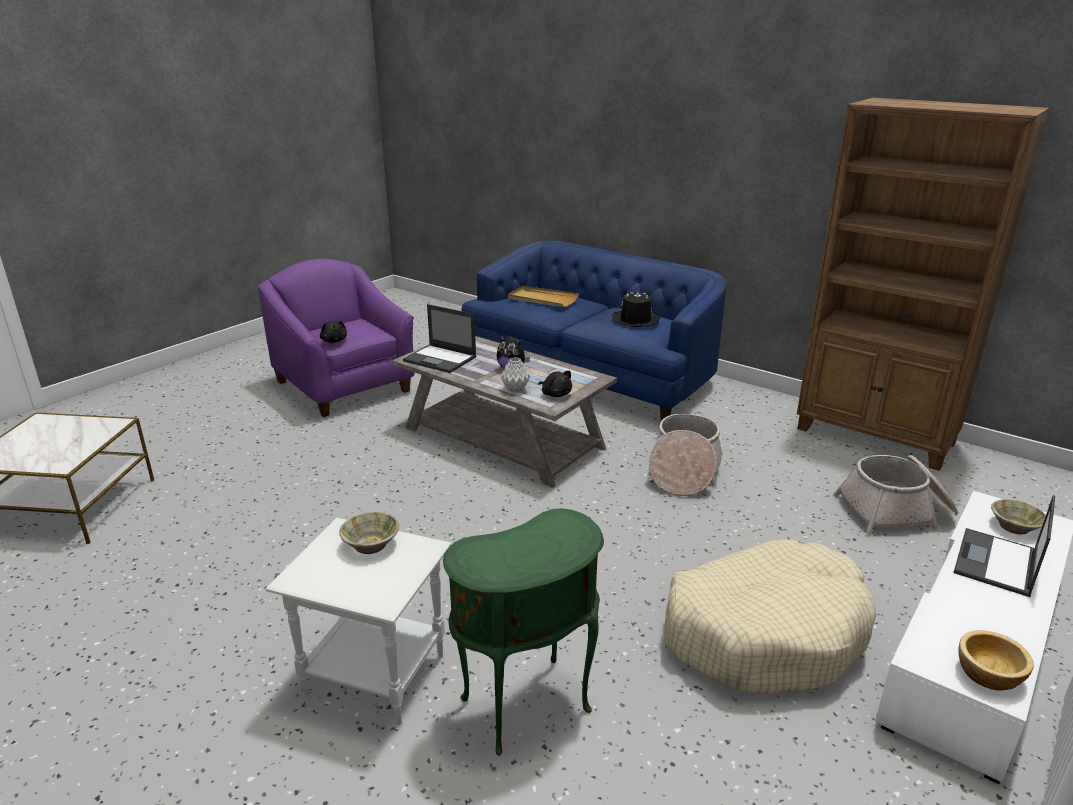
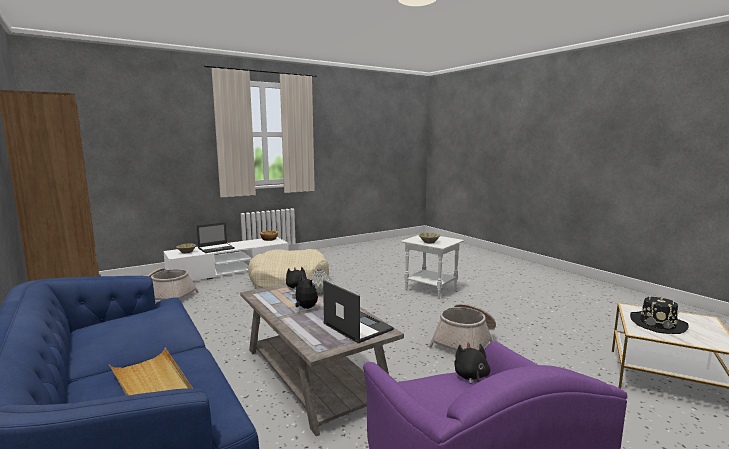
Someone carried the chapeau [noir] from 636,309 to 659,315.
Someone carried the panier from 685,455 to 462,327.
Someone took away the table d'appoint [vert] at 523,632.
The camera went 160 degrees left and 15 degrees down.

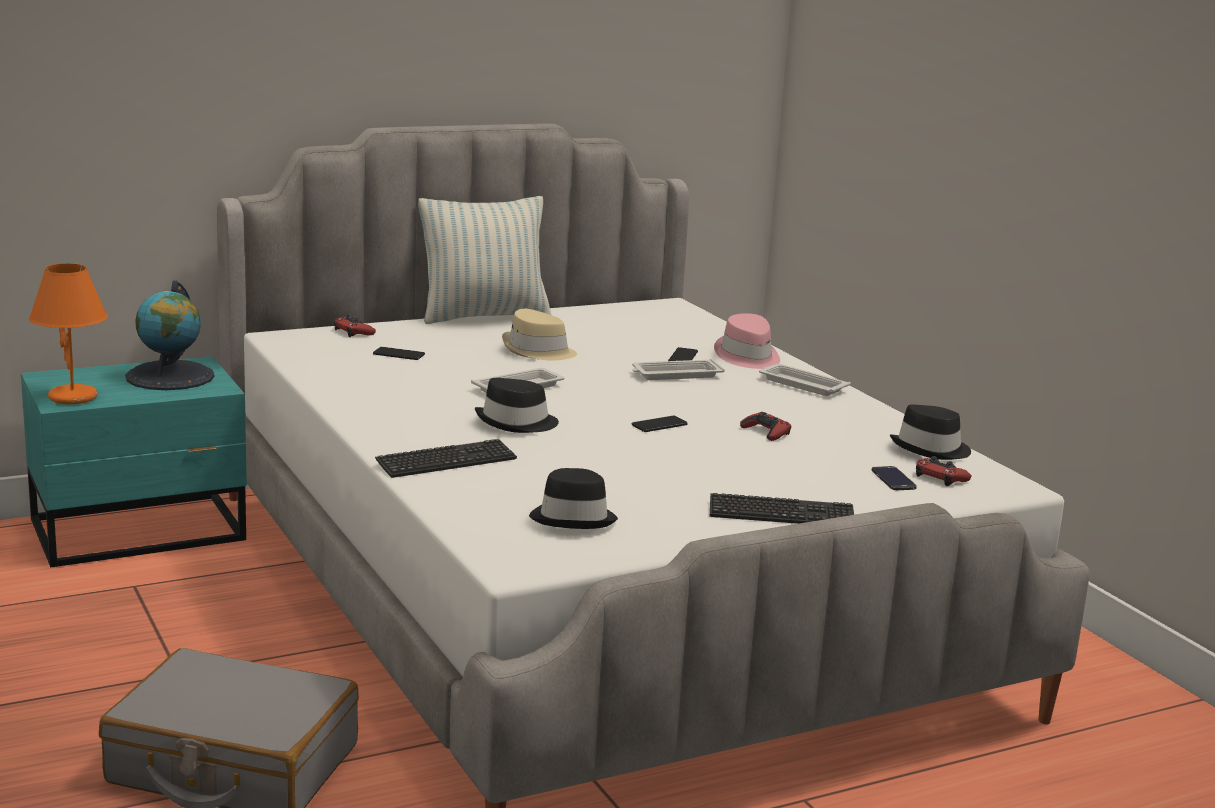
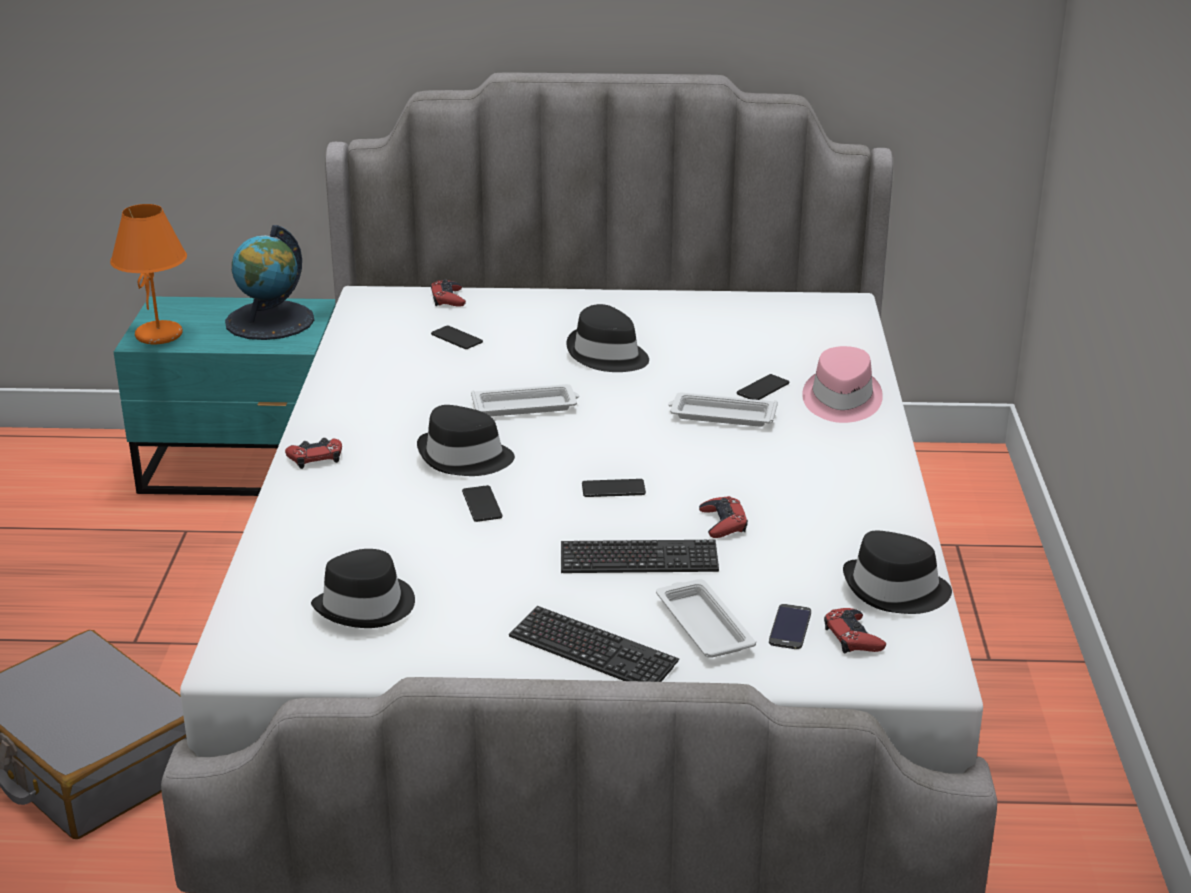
Someone took away the coussin at 484,260.
Someone repainted the chapeau [beige] at 539,334, which became the chapeau [noir] at 608,338.
Someone carried the plateau [blanc] from 804,380 to 706,618.
Someone carried the clavier from 446,458 to 640,556.
Someone put down the manette [rouge] at 313,453.
Someone put down the téléphone at 482,503.
The camera went 30 degrees right and 10 degrees up.

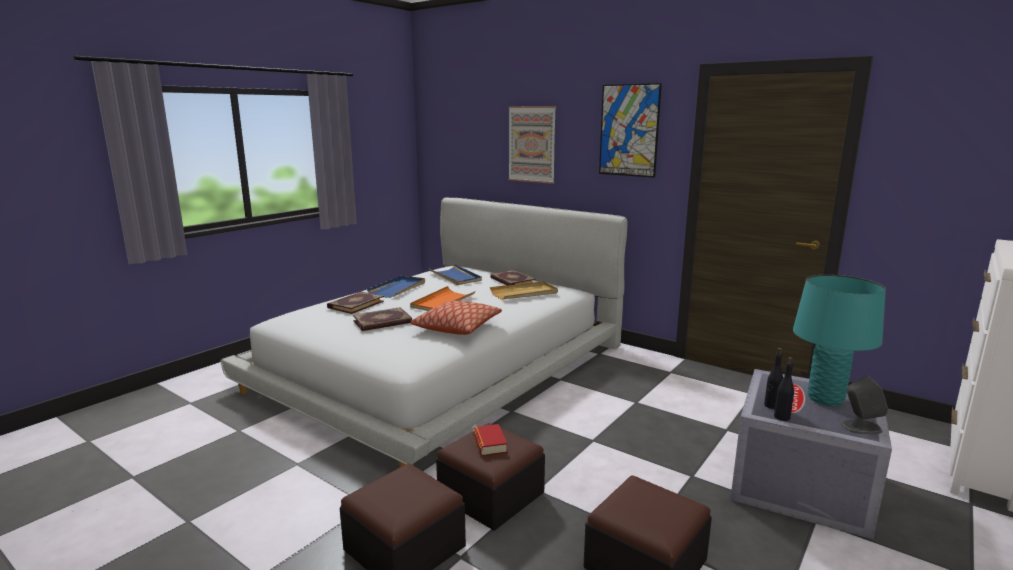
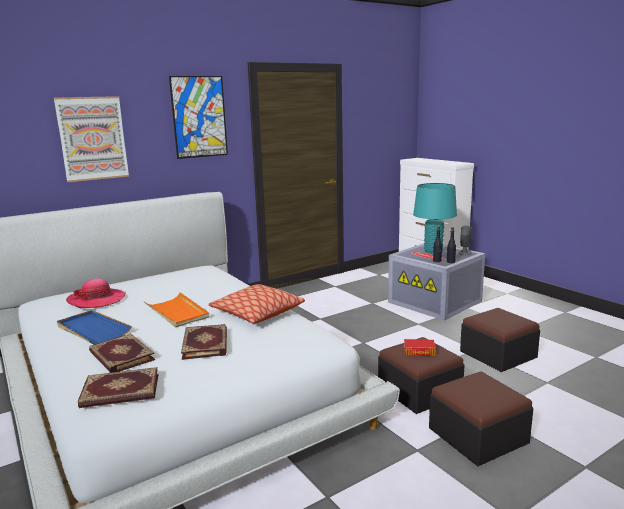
Someone swapped the plateau [bleu] at 455,274 for the chapeau at 96,293.
Someone carried the livre from 513,277 to 118,387.
Someone took away the plateau [beige] at 524,290.
The camera went 70 degrees left and 0 degrees up.

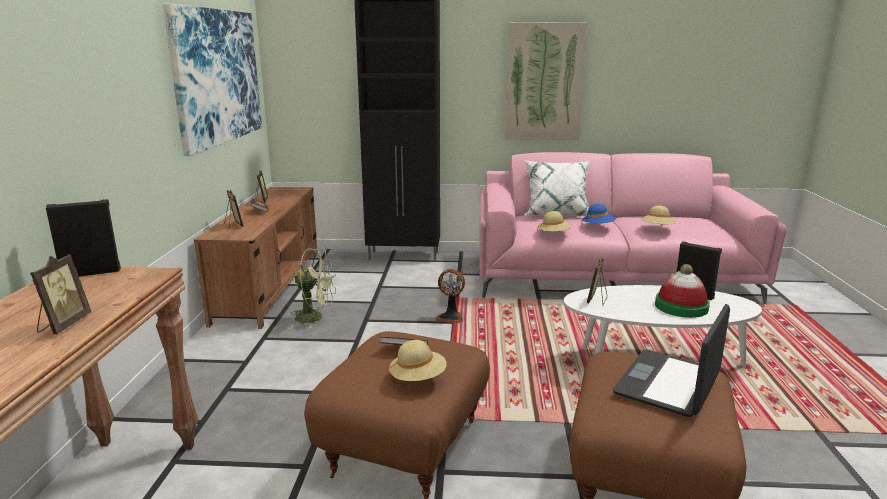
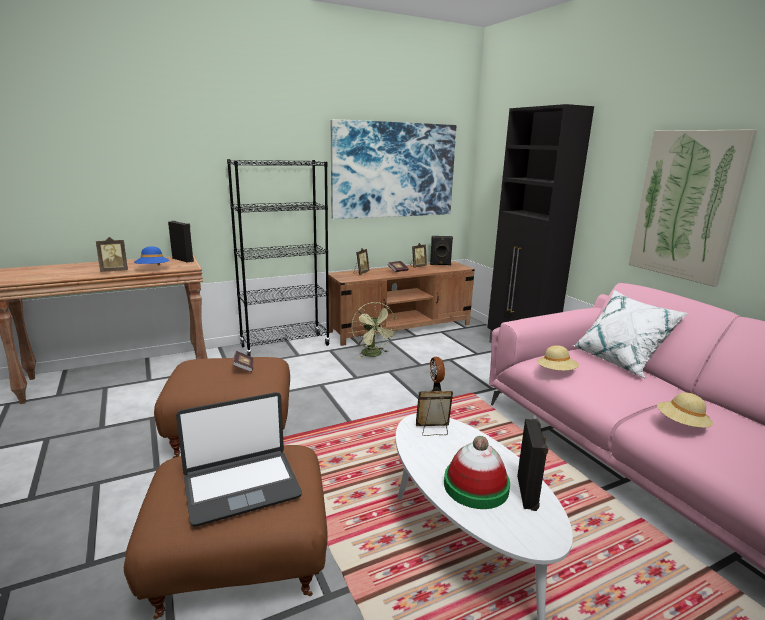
Someone carried the chapeau [bleu] from 598,214 to 152,256.
Someone rotated the ordinateur portable at 671,360 by 150 degrees clockwise.
Someone took away the chapeau [beige] at 418,360.
Someone put down the bibliothèque [noir] at 278,257.
Someone put down the enceinte [noir] at 441,250.
The camera went 60 degrees right and 0 degrees up.

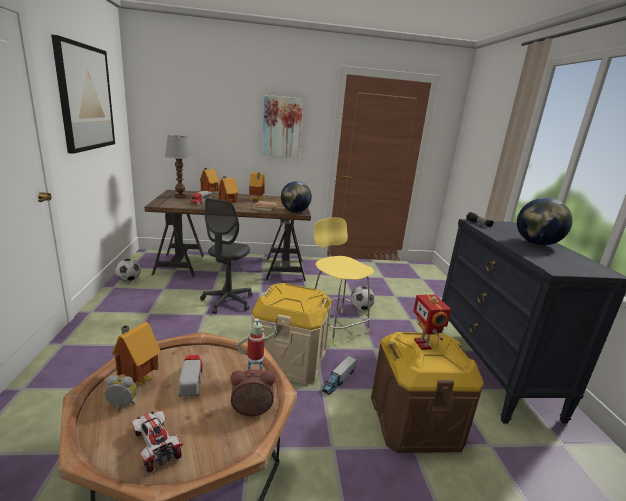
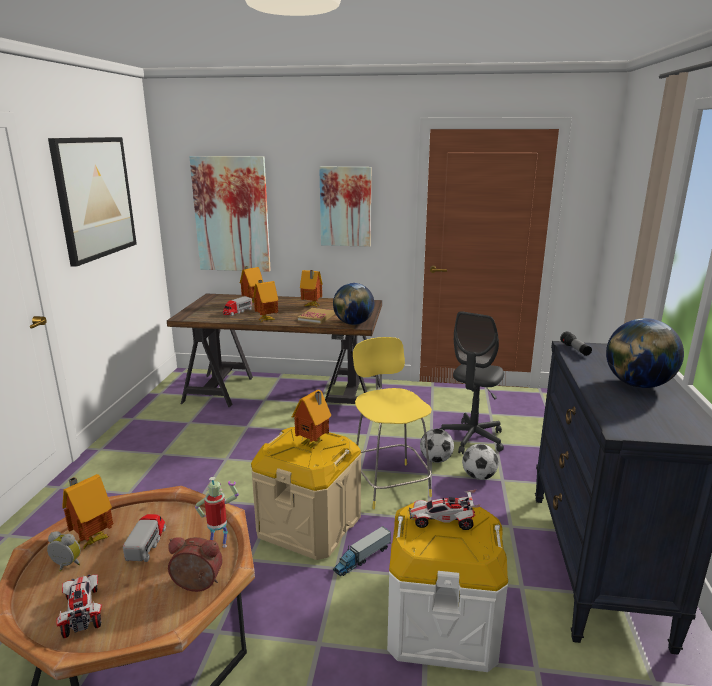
Someone took away the lampe de table at 179,167.
Someone carried the chaise de bureau [gris] from 226,256 to 471,382.
Someone carried the ballon de foot from 128,270 to 480,462.
Someone swapped the robot jouet at 432,322 for the petite voiture at 444,510.
Someone repainted the boîte de rangement [marron] at 427,392, which became the boîte de rangement [blanc] at 447,587.
Someone put up the tableau at 230,214.
Someone put down the maison miniature at 312,419.
The camera went 15 degrees right and 0 degrees up.

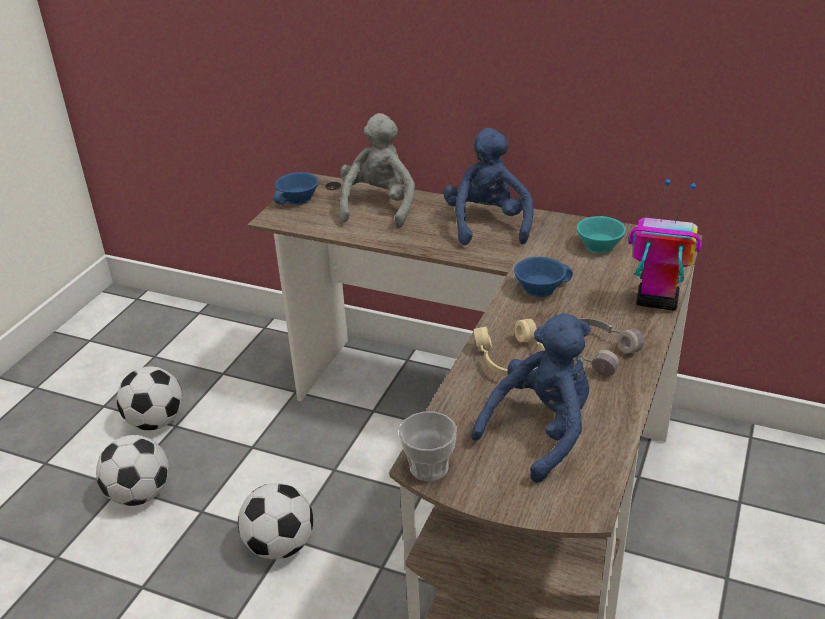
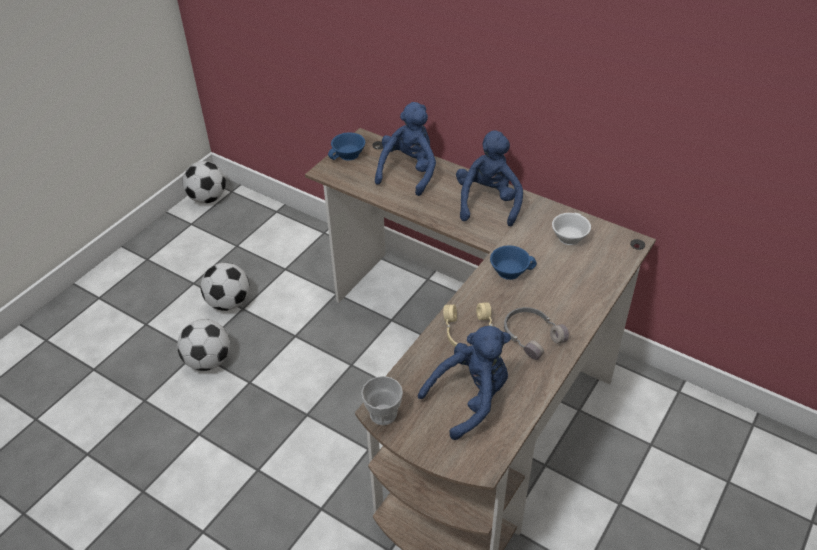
Someone repainted the peluche [gris] at 377,170, which became the peluche [bleu] at 405,149.
Someone took away the robot jouet at 665,245.
Someone repainted the tasse [turquoise] at 601,234, which became the tasse [blanc] at 571,229.
Someone carried the ballon de foot from 275,521 to 204,182.
The camera went 10 degrees right and 10 degrees up.

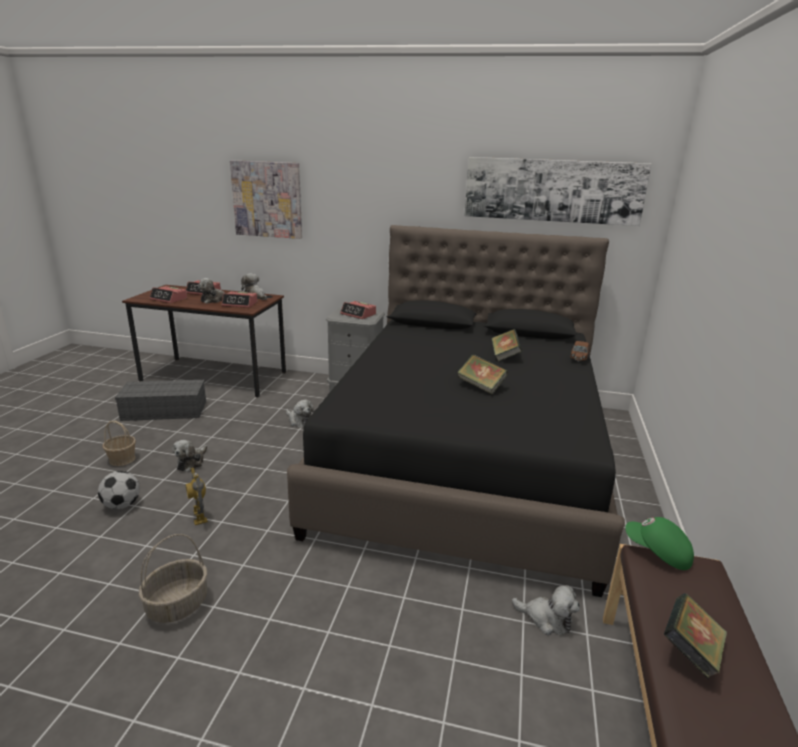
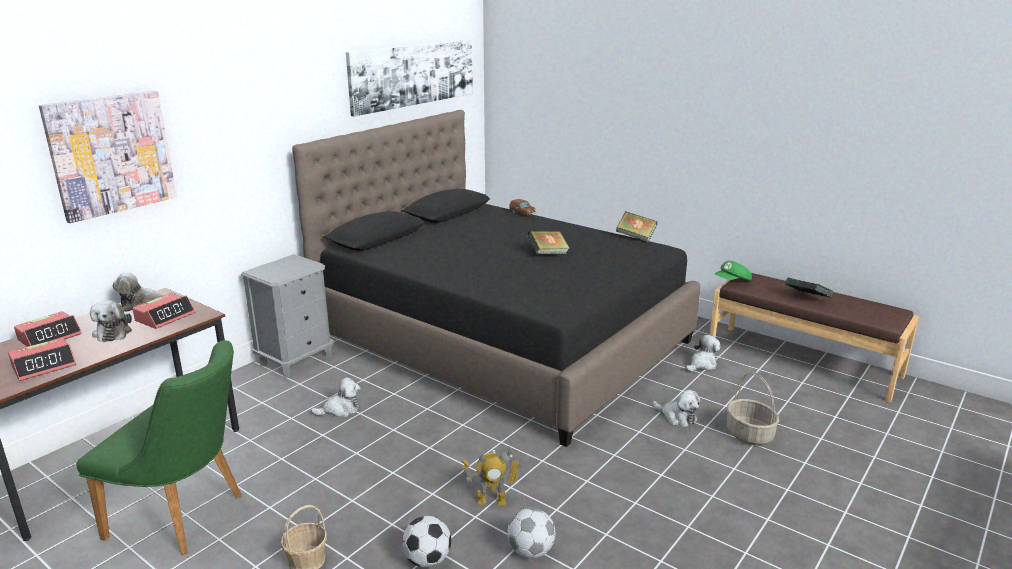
Someone took away the réveil at 358,310.
Someone carried the livre from 507,345 to 636,226.
Someone swapped the boîte de rangement [gris] at 160,400 for the chaise [vert] at 159,447.
Someone carried the peluche from 189,456 to 676,408.
Someone carried the panier from 173,578 to 753,408.
Someone put down the ballon de foot at 531,533.
The camera went 65 degrees left and 0 degrees up.

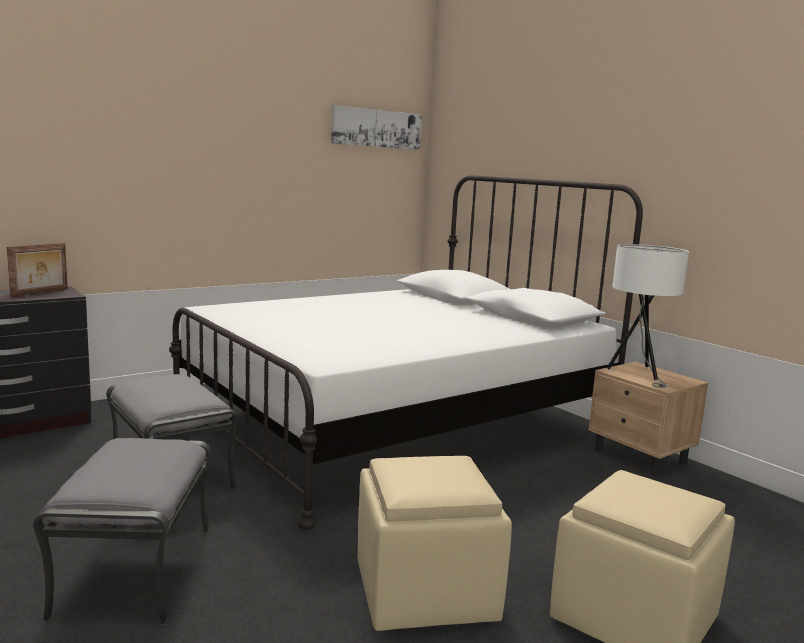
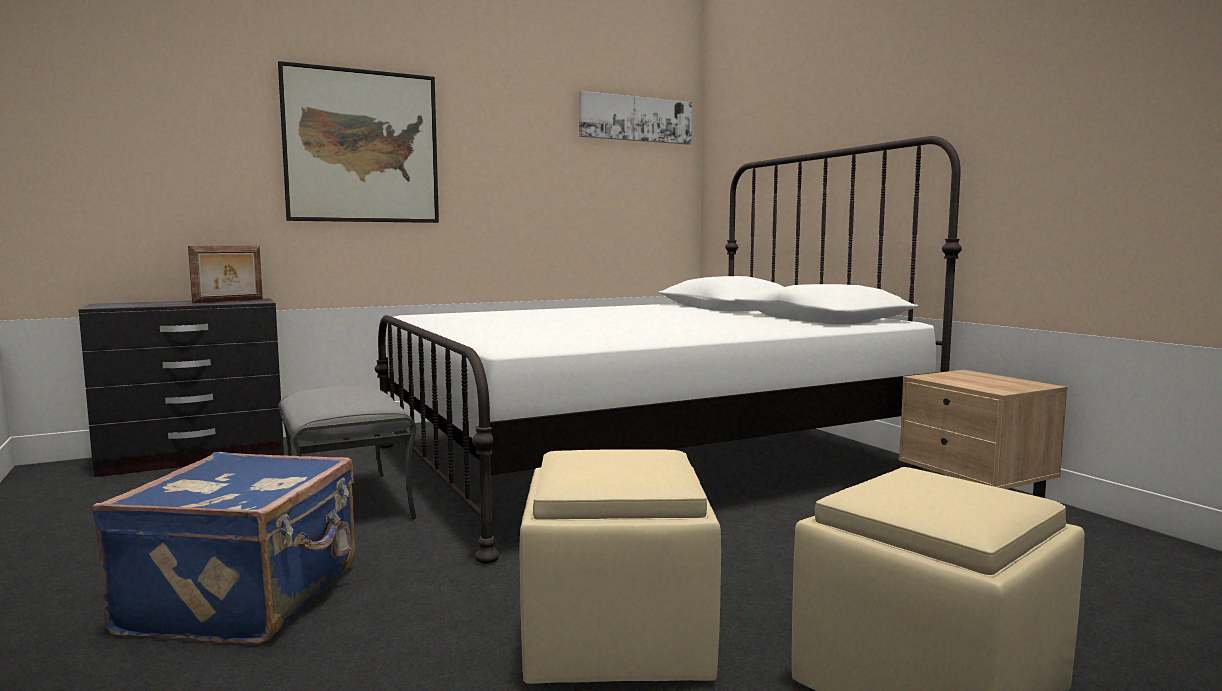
Someone took away the lampe de table [blanc] at 648,316.
Someone swapped the pouf [gris] at 122,531 for the valise [bleu] at 224,548.
Someone put up the tableau at 358,142.
The camera went 10 degrees right and 5 degrees down.

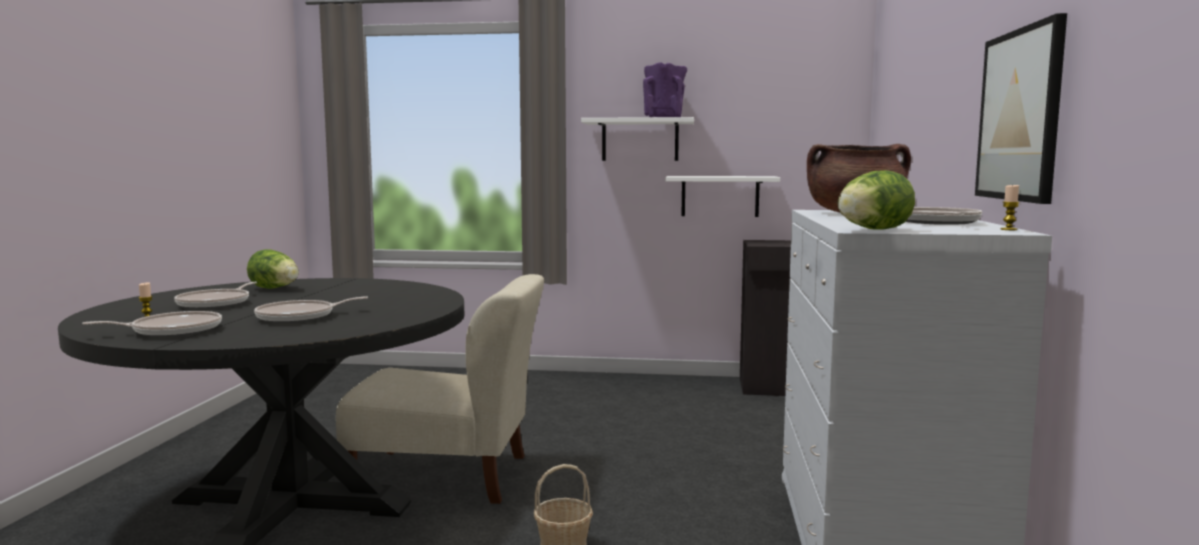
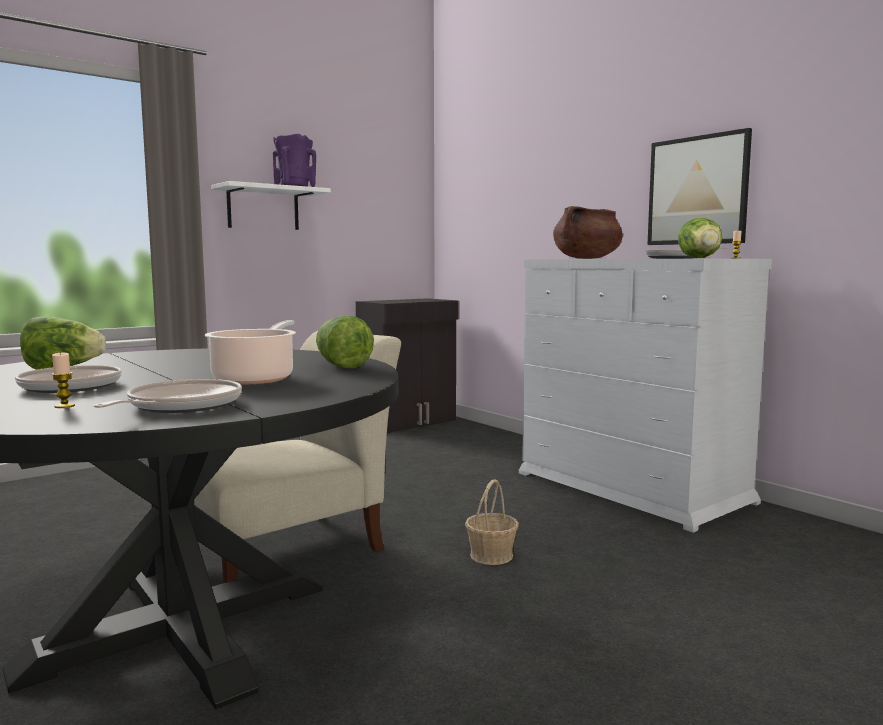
Someone took away the étagère [blanc] at 722,196.
Someone swapped the poêle at 311,309 for the marmite at 250,352.
Someone put down the laitue at 345,342.
The camera went 45 degrees left and 0 degrees up.

